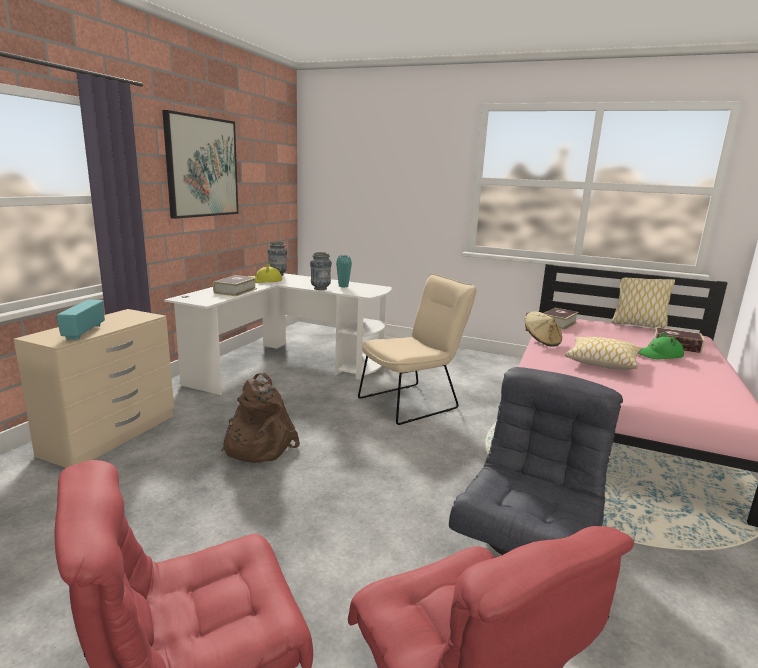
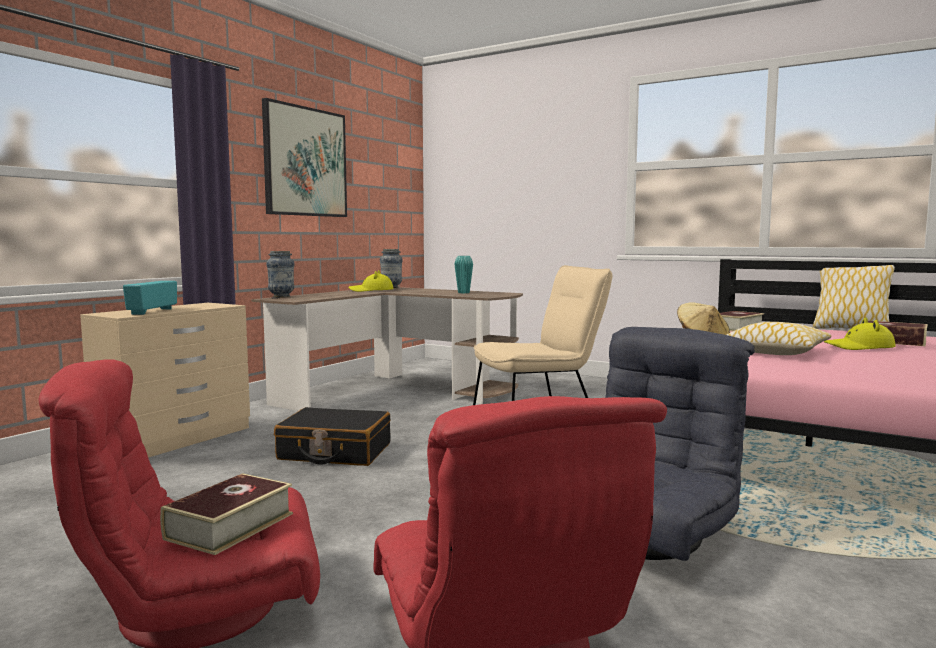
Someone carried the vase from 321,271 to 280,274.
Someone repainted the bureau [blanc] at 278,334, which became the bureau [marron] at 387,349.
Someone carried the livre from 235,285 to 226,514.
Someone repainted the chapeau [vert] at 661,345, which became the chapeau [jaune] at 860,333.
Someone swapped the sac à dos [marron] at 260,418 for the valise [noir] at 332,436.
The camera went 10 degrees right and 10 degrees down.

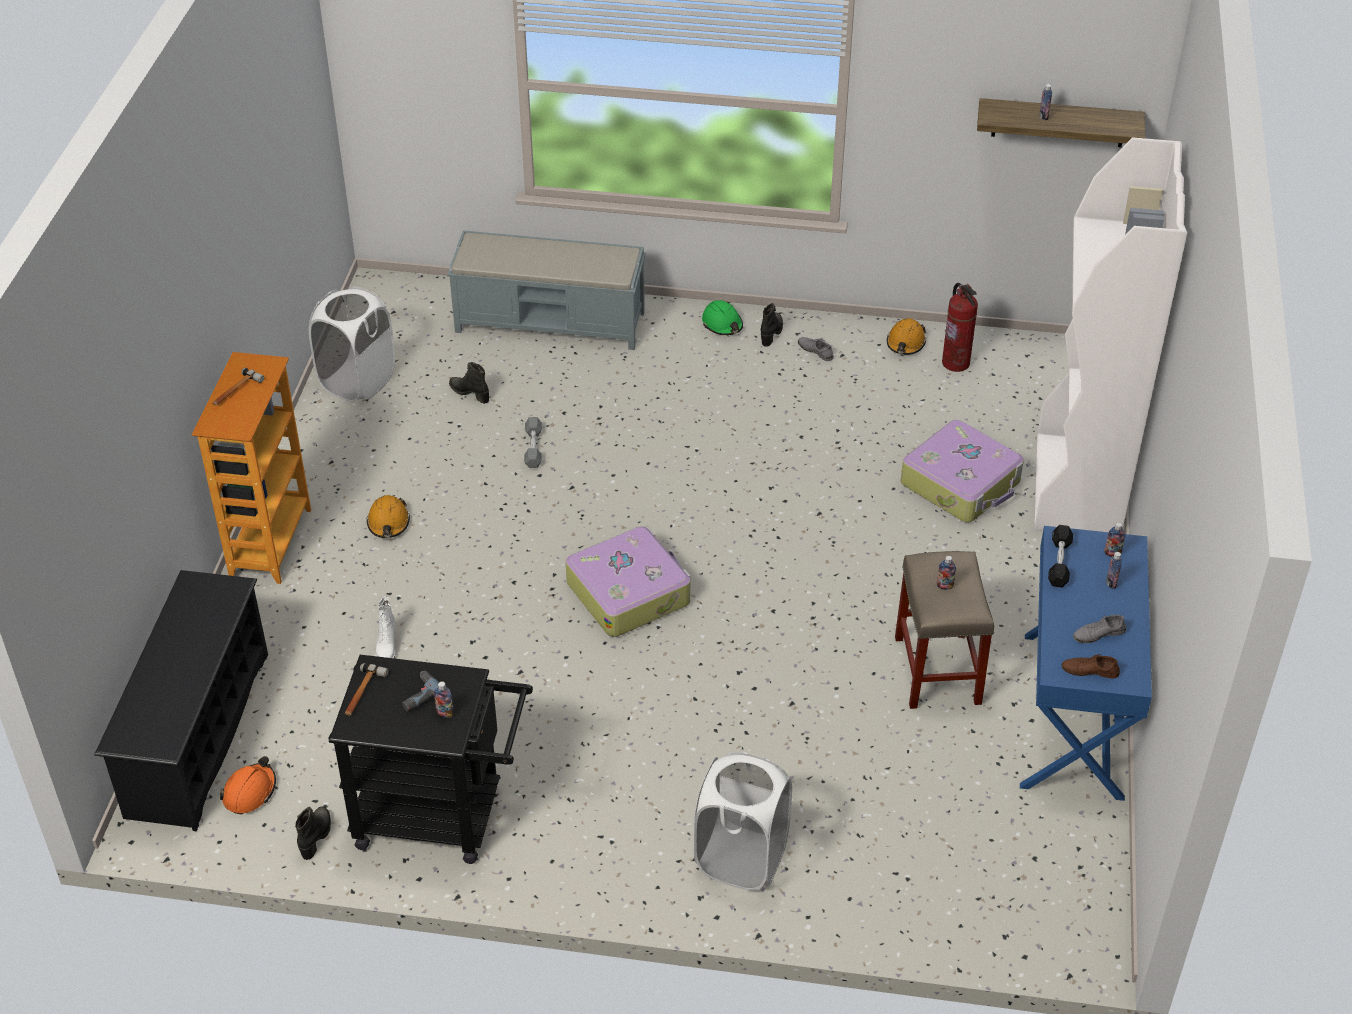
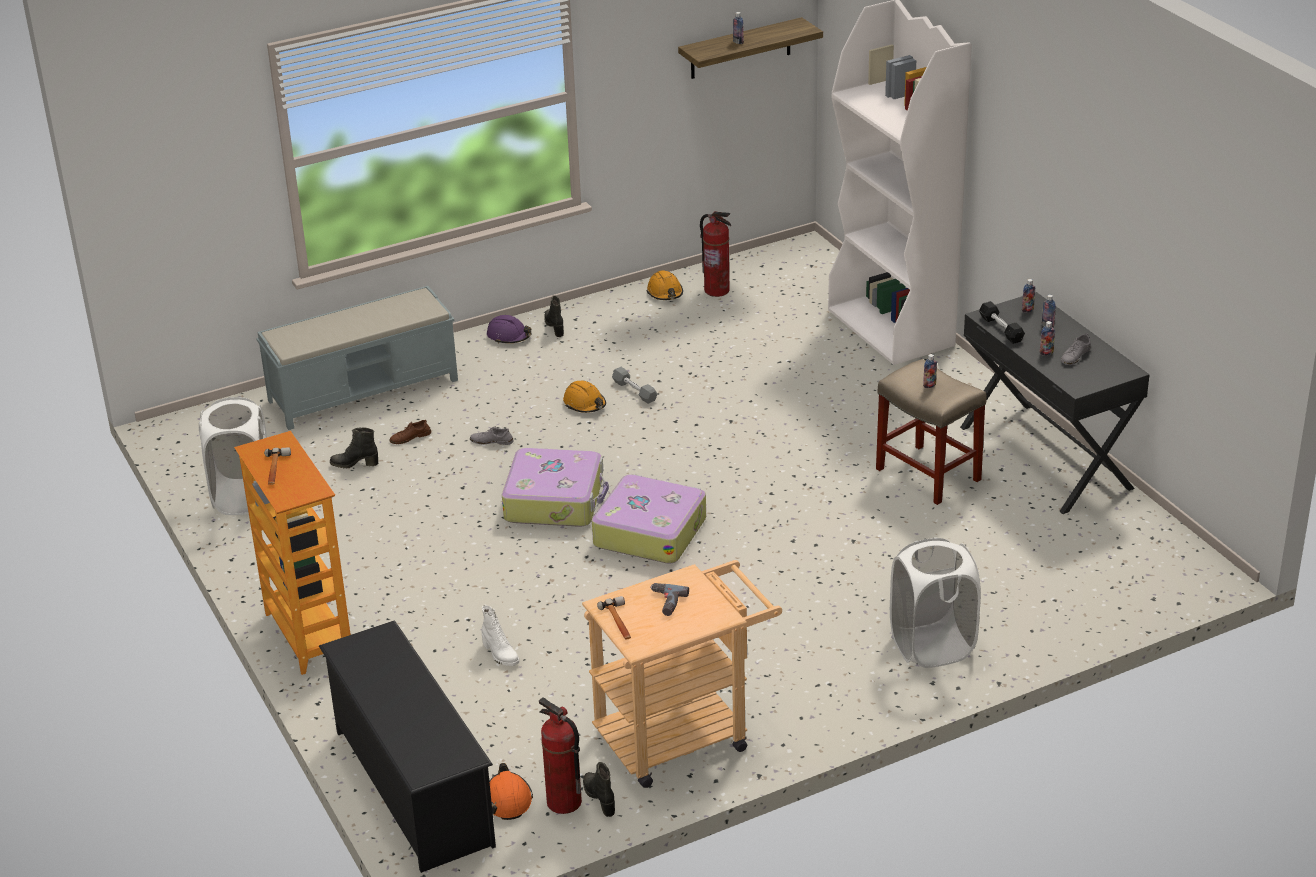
Someone repainted the casque de chantier [vert] at 722,317, which became the casque de chantier [violet] at 509,329.
Someone carried the chaussure [gris] from 816,349 to 492,435.
Someone carried the haltère [gris] from 533,442 to 634,385.
Someone carried the valise from 962,471 to 555,487.
Someone carried the casque de chantier [orange] from 388,516 to 584,397.
Someone repainted the bureau [bleu] at 1086,663, which became the bureau [noir] at 1055,403.
Someone carried the chaussure [marron] from 1091,666 to 410,431.
Someone repainted the chariot [noir] at 431,759, which became the chariot [beige] at 682,674.
Someone carried the bouteille from 444,699 to 1047,338.
Someone put down the extincteur at 560,755.
The camera went 35 degrees left and 10 degrees down.

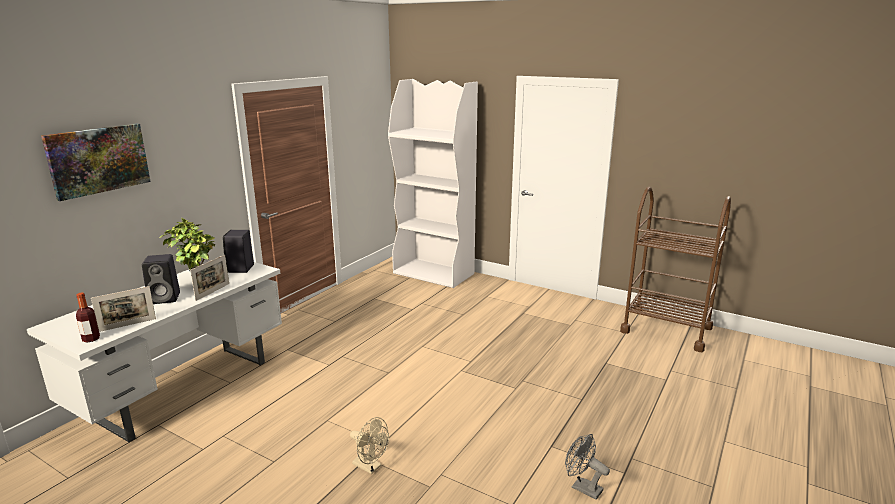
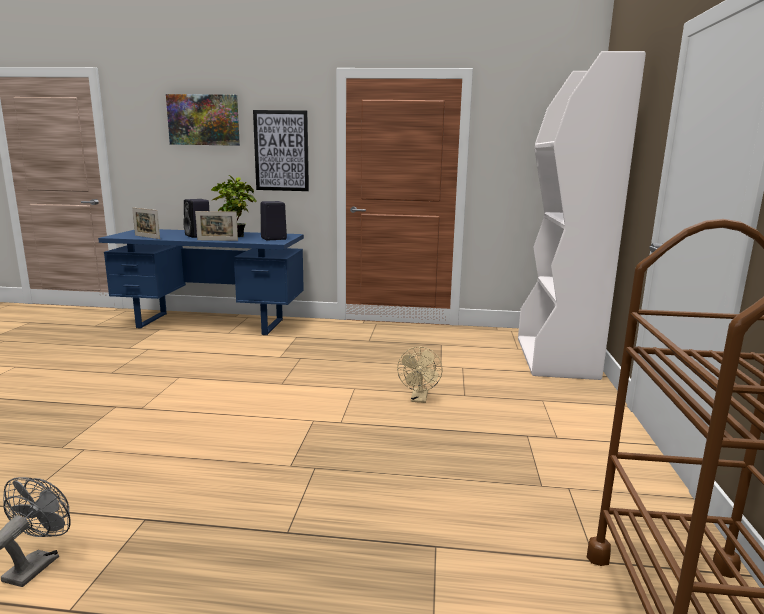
Someone repainted the bureau [blanc] at 154,352, which became the bureau [bleu] at 201,282.
Someone took away the bouteille at 88,318.
Someone carried the ventilateur [beige] from 369,445 to 420,375.
Someone put up the tableau at 281,150.
The camera went 65 degrees right and 5 degrees down.

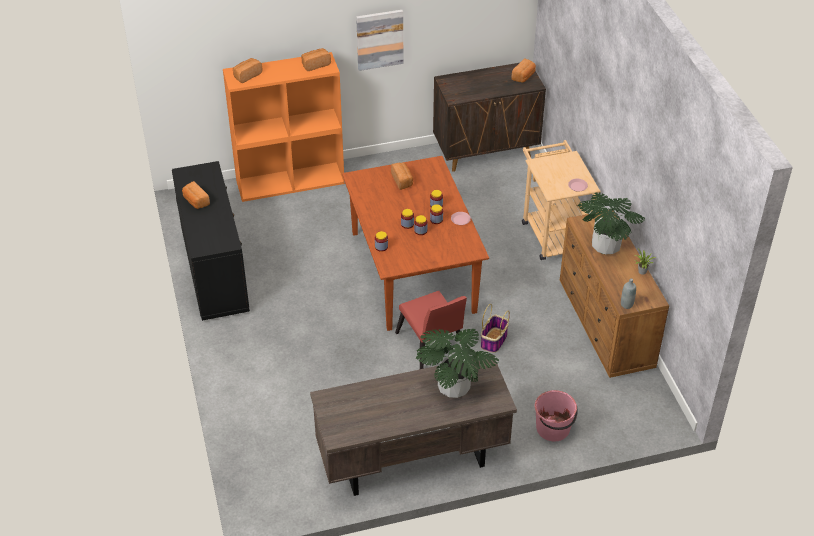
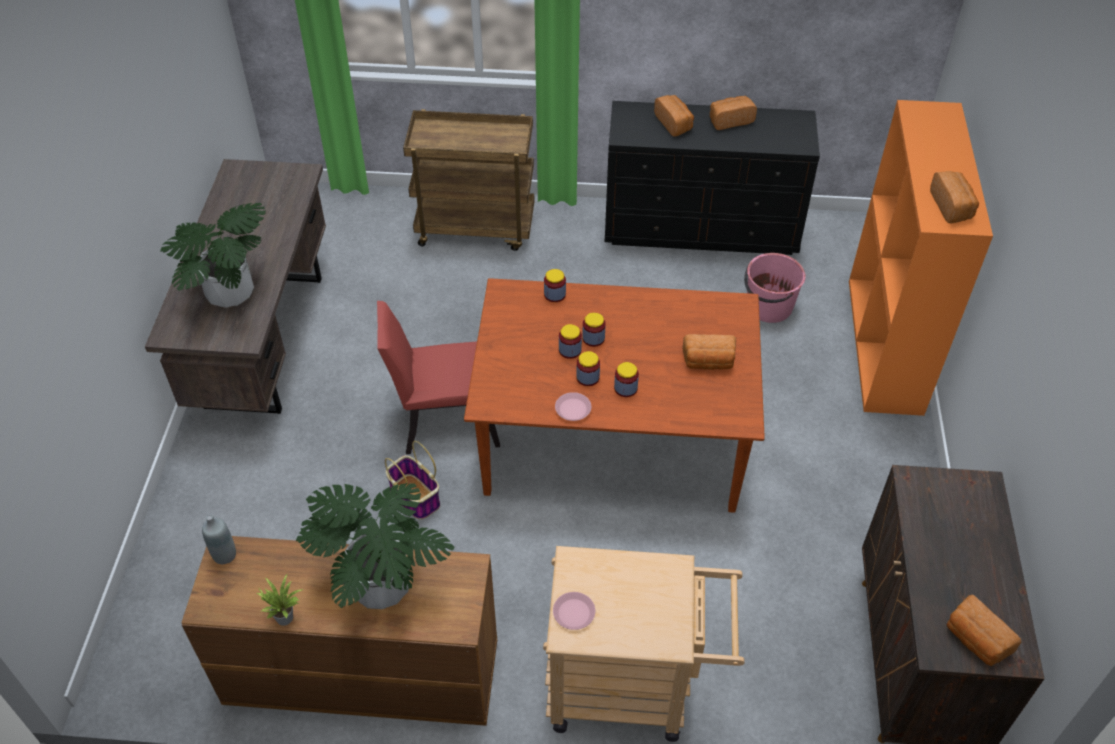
Someone took away the tableau at 379,40.
Someone carried the pain from 248,70 to 674,116.
Someone carried the seau [rose] from 556,416 to 775,288.
Someone put down the chariot [marron] at 468,180.
The camera went 110 degrees right and 5 degrees up.

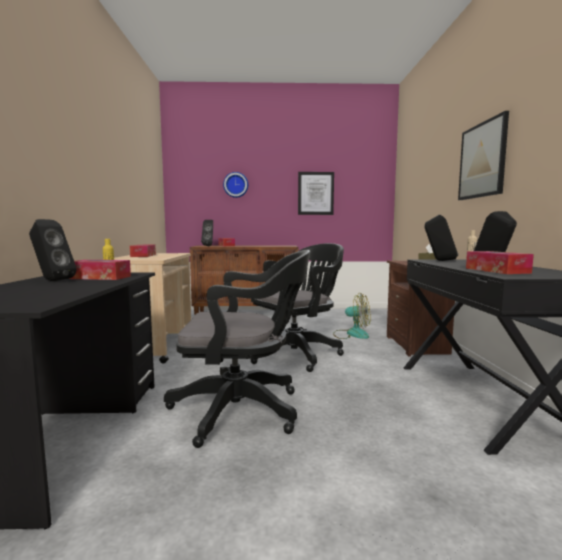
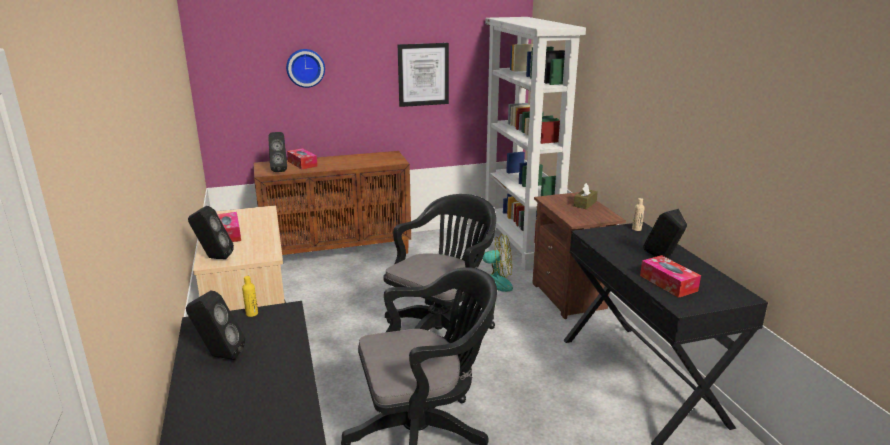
Someone took away the tableau at 483,155.
Someone carried the enceinte [noir] from 441,238 to 211,232.
Someone took away the boîte à mouchoirs at 100,270.
Someone put down the bibliothèque [blanc] at 535,144.
The camera went 15 degrees left and 15 degrees up.

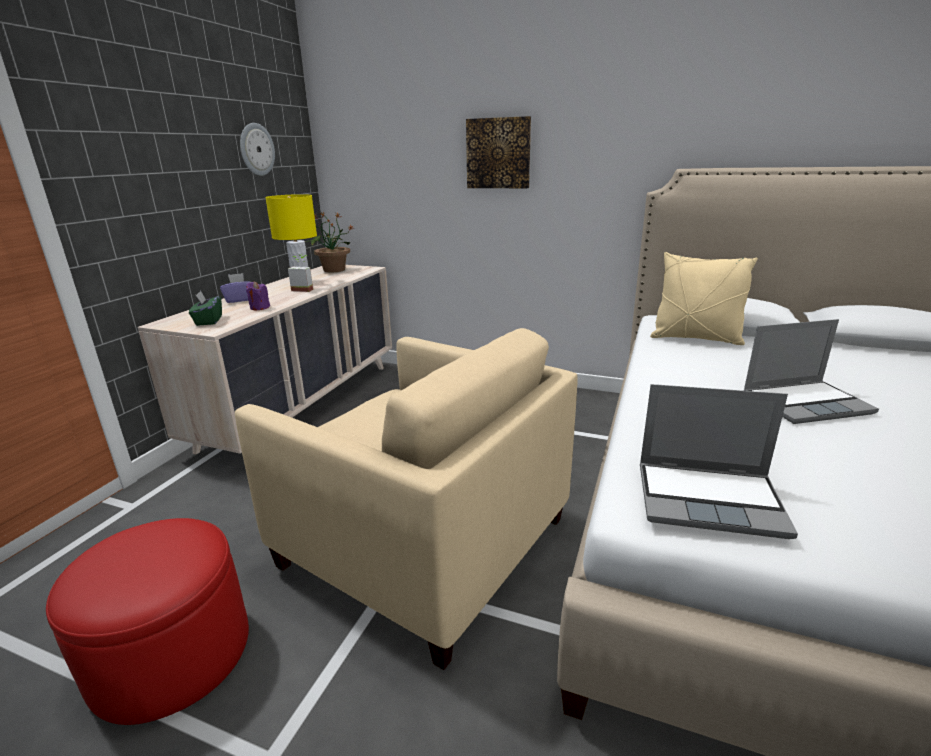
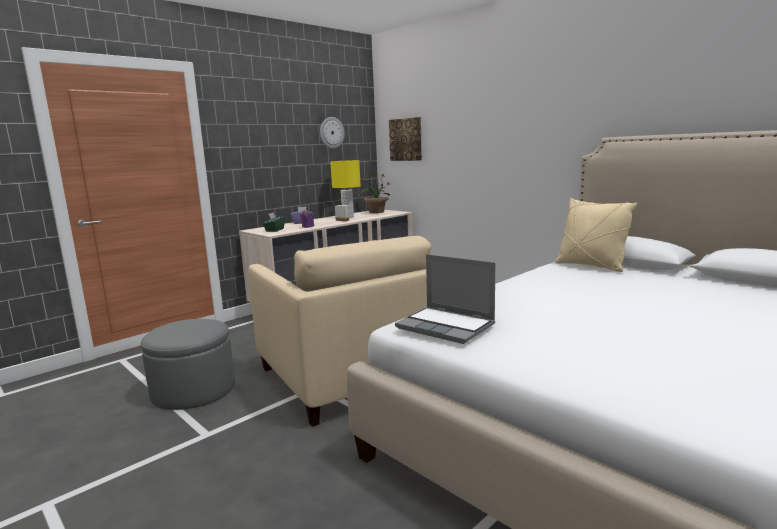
Someone carried the tableau from 498,152 to 405,139.
Someone took away the ordinateur portable at 811,371.
Someone repainted the pouf [rouge] at 147,621, which became the pouf [gris] at 188,364.
The camera went 25 degrees right and 10 degrees down.

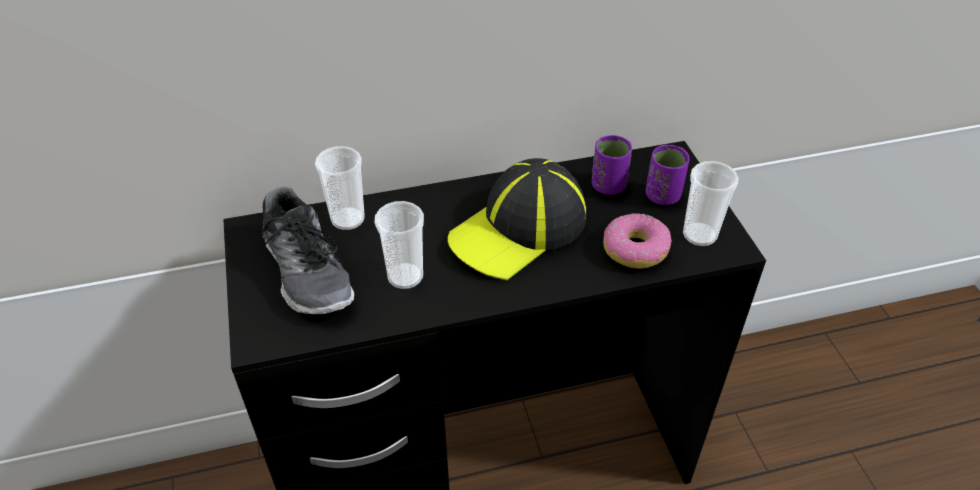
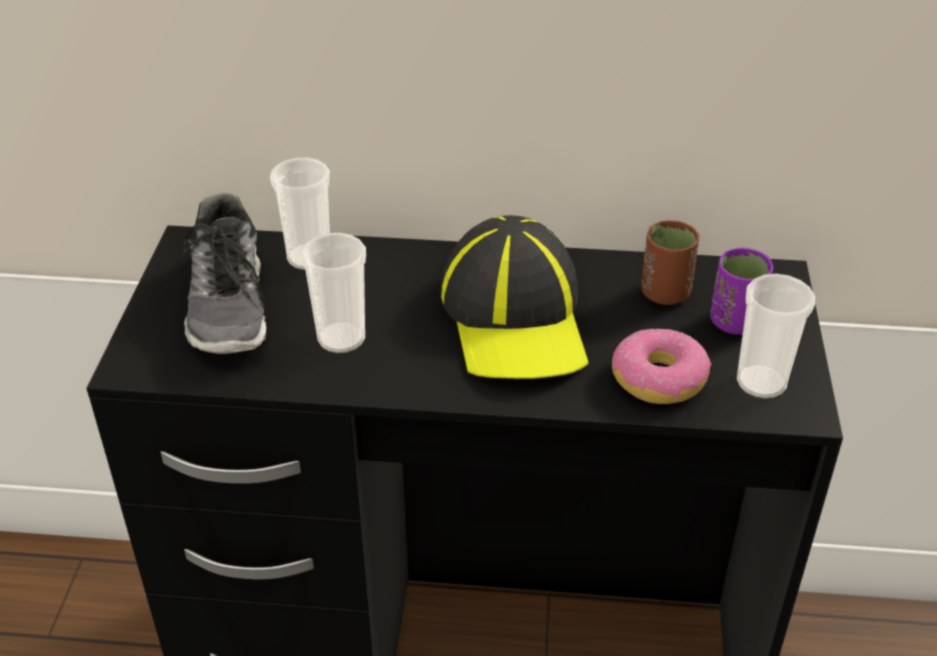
Someone repainted the tasse [violet] at 612,165, which became the tasse [marron] at 670,262.
Someone rotated the casquette at 517,219 by 75 degrees counterclockwise.
The camera went 20 degrees right and 5 degrees down.

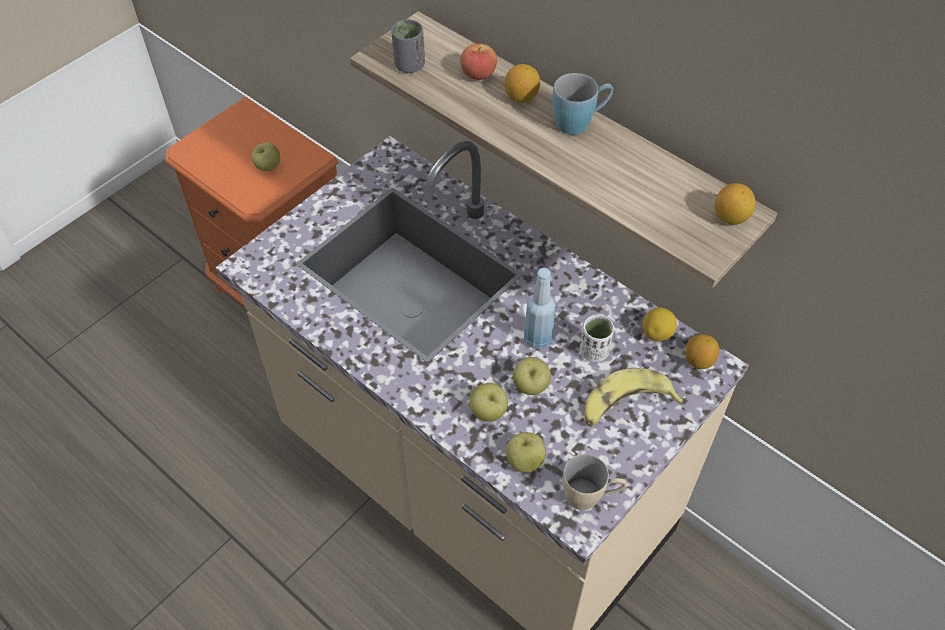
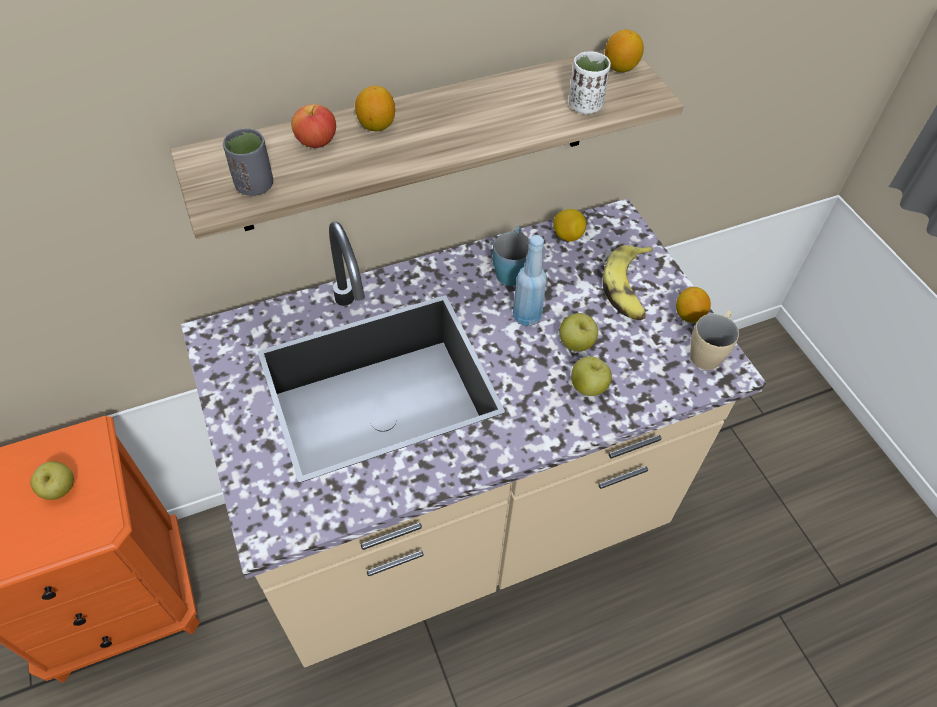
Someone carried the mug [bleu] from 583,104 to 511,256.
Someone carried the tasse [blanc] from 597,338 to 590,82.
Someone carried the citron from 702,351 to 693,305.
Someone took away the pomme at 526,452.
The camera went 65 degrees left and 0 degrees up.

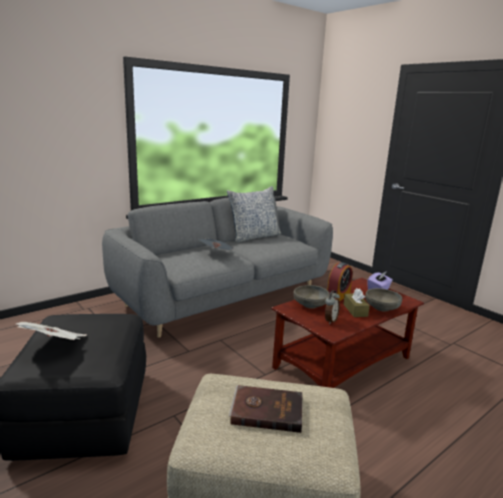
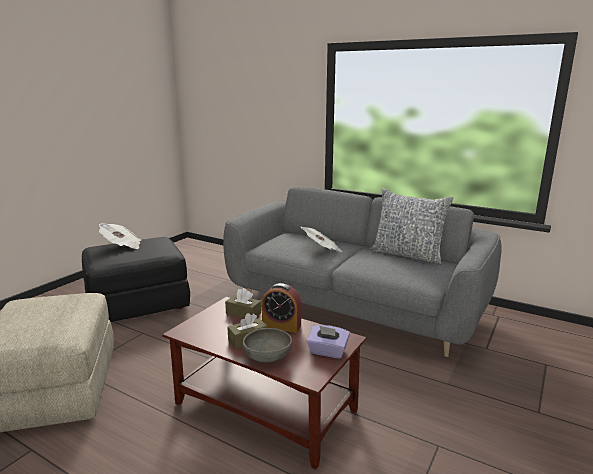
Someone swapped the bol [gris] at 312,297 for the boîte à mouchoirs [marron] at 243,303.
Someone took away the réveil at 332,307.
Someone took away the livre [marron] at 266,409.
The camera went 70 degrees right and 0 degrees up.

